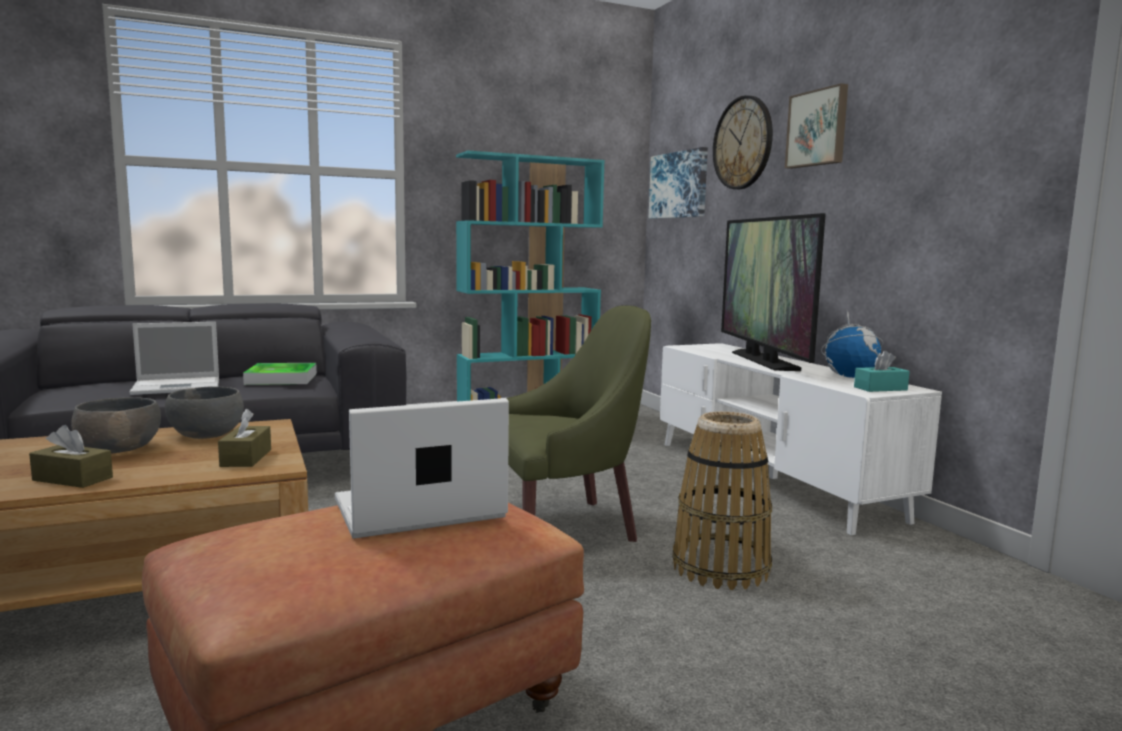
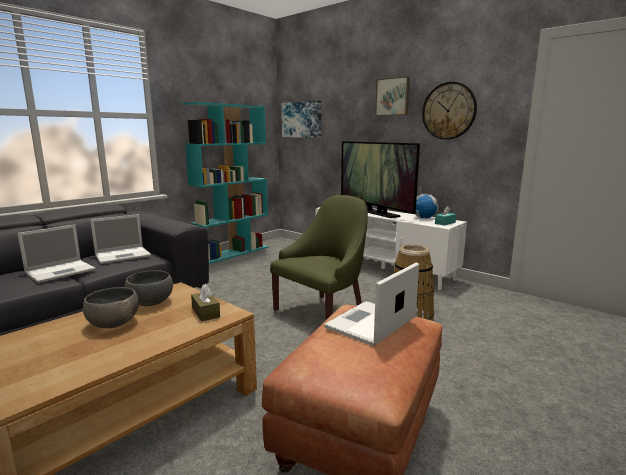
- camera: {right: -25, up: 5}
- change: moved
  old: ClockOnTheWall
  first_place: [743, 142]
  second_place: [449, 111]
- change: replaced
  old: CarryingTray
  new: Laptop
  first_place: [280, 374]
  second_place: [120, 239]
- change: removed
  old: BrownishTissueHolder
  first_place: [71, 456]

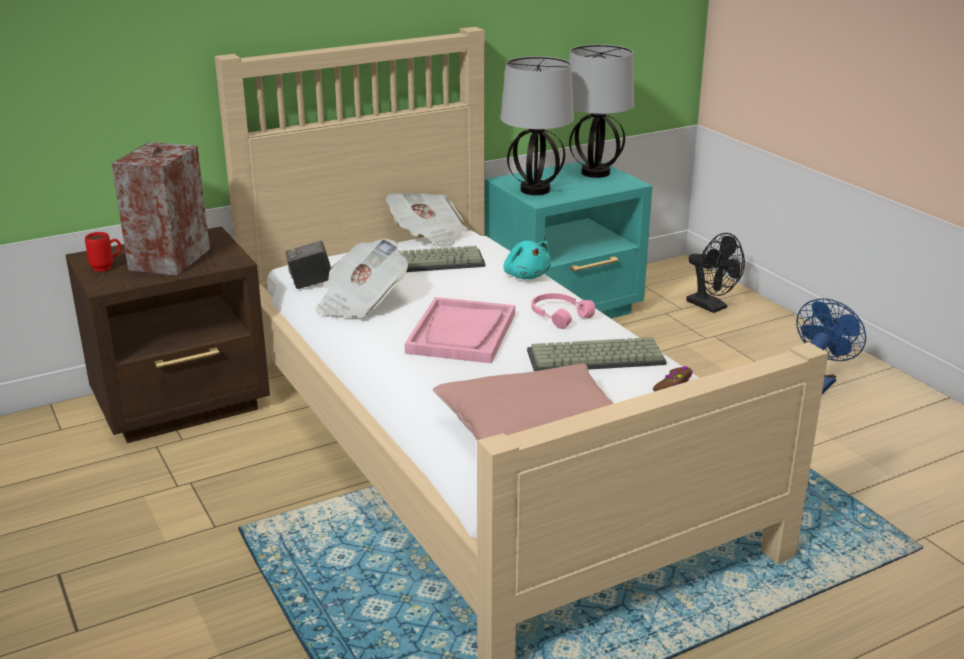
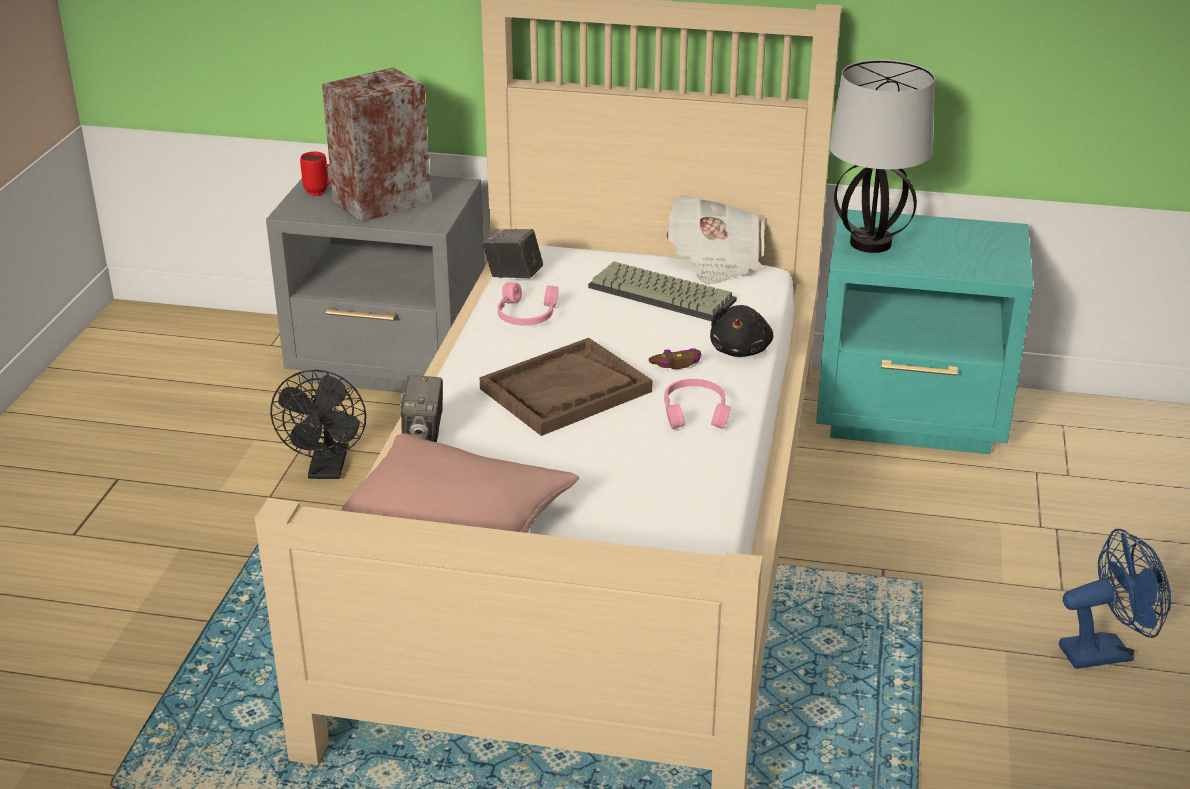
- camera: {right: 40, up: 5}
- change: removed
  old: TabletopLamp
  first_place: [601, 111]
- change: recoloured
  old: BrownishNightTable
  new: GreyNightTable
  first_place: [168, 334]
  second_place: [375, 280]
- change: moved
  old: BlackColouredElectricFan
  first_place: [715, 273]
  second_place: [318, 424]
- change: replaced
  old: Newspaper
  new: PinkColouredHeadset
  first_place: [362, 278]
  second_place: [528, 303]
- change: recoloured
  old: TurquoiseColouredPlushToy
  new: BlackColouredPlushToy
  first_place: [527, 260]
  second_place: [742, 331]
- change: recoloured
  old: PinkColouredCarryingTray
  new: BrownishCarryingTray
  first_place: [460, 330]
  second_place: [566, 387]
- change: removed
  old: Keyboard
  first_place: [597, 354]
- change: moved
  old: BrownishJoypad
  first_place: [673, 378]
  second_place: [675, 358]
- change: added
  new: PhotoCamera
  second_place: [421, 408]

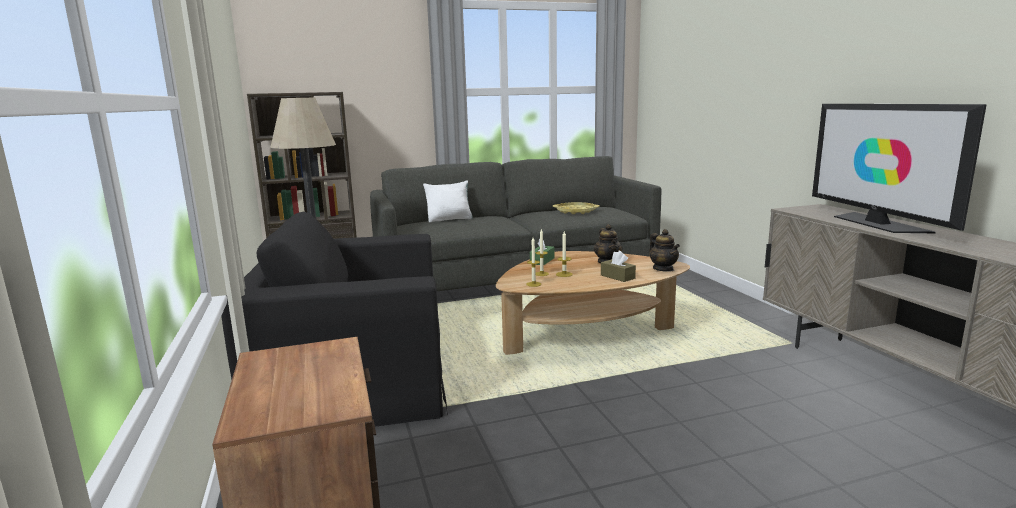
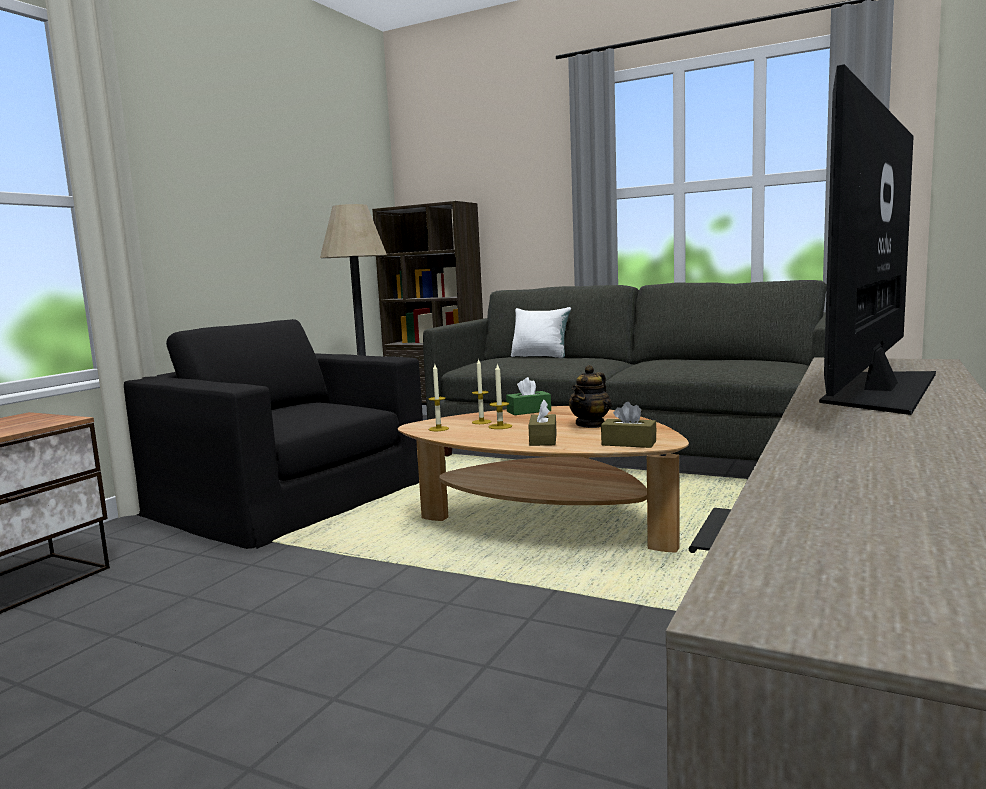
- camera: {right: 45, up: -5}
- change: removed
  old: YellowCarryingTray
  first_place: [576, 208]
- change: replaced
  old: PotForTea
  new: BrownishTissueHolder
  first_place: [664, 250]
  second_place: [629, 425]

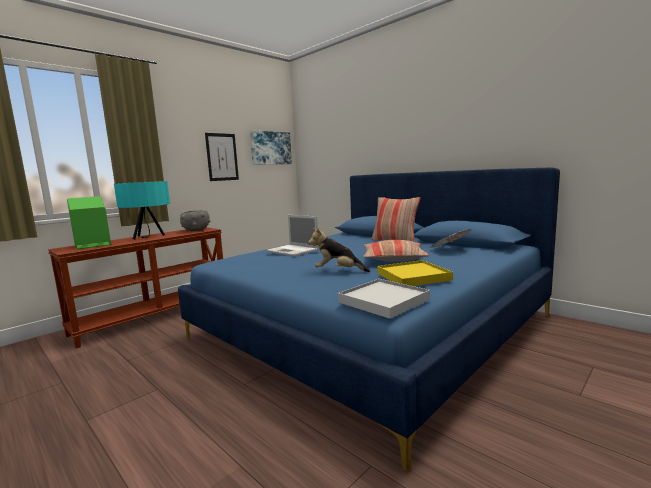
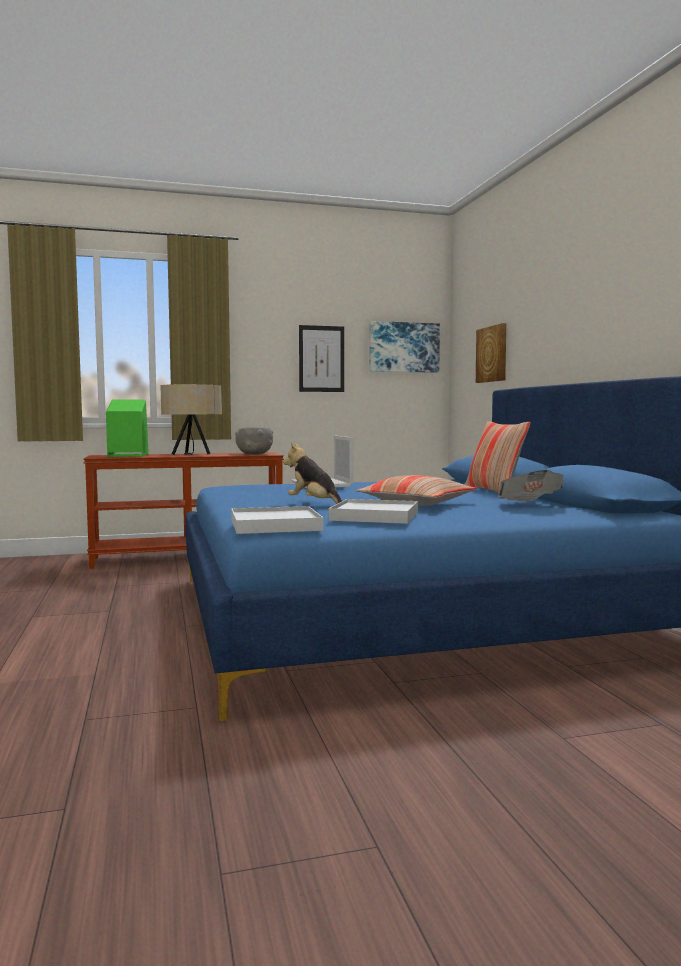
- camera: {right: 30, up: -5}
- change: recoloured
  old: TurquoiseColouredTabletopLamp
  new: BeigeTabletopLamp
  first_place: [142, 210]
  second_place: [191, 419]
- change: recoloured
  old: YellowCarryingTray
  new: WhitishCarryingTray
  first_place: [415, 273]
  second_place: [373, 511]
- change: added
  new: WallPicture
  second_place: [491, 353]

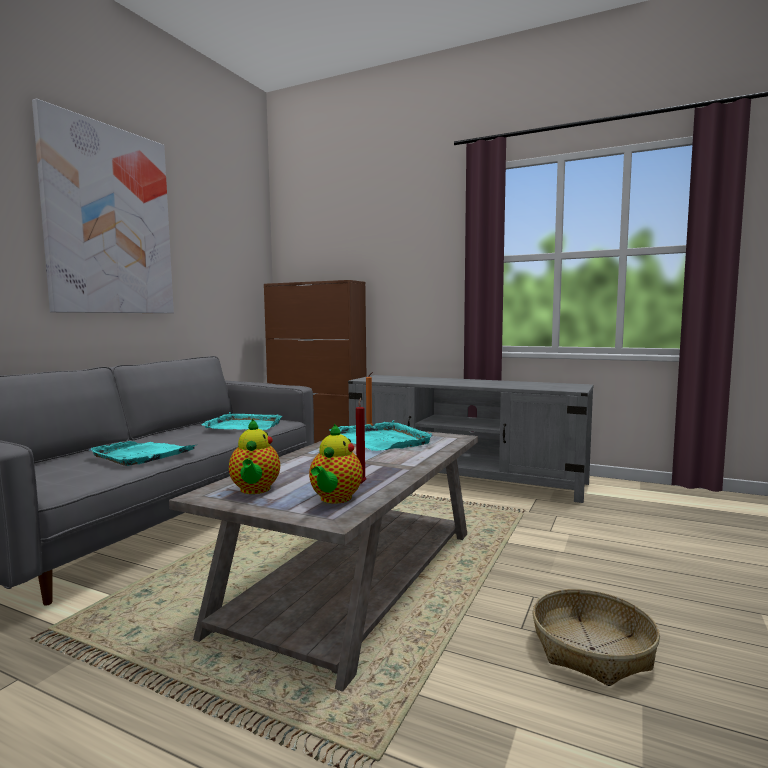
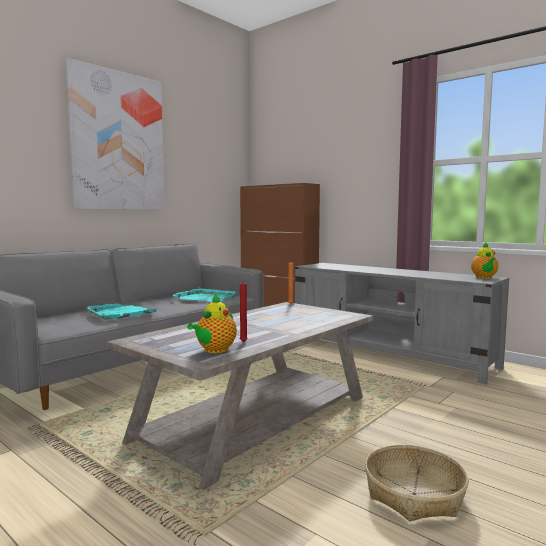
- camera: {right: 15, up: 0}
- change: moved
  old: PotForTea
  first_place: [254, 456]
  second_place: [484, 261]
- change: removed
  old: TurquoiseColouredCarryingTray
  first_place: [381, 435]

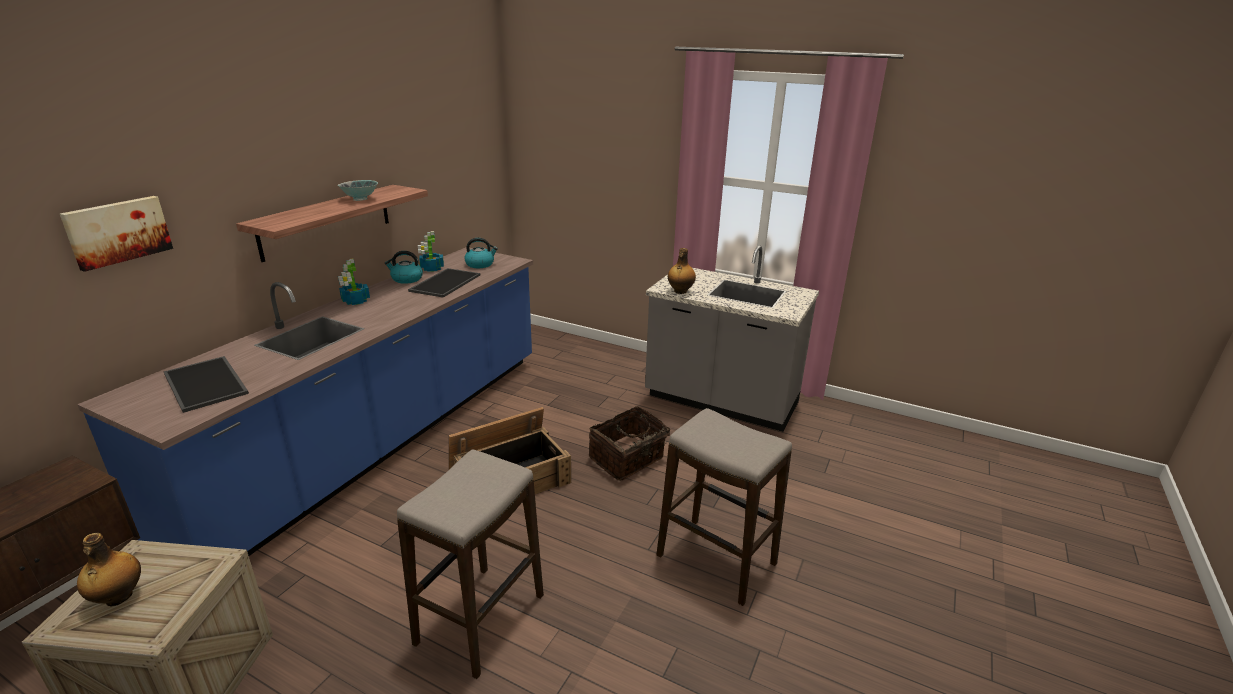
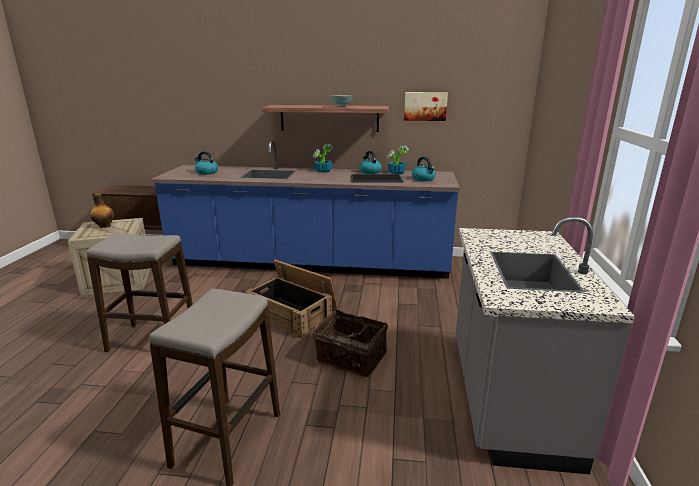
- camera: {right: 70, up: -5}
- change: moved
  old: WallPicture
  first_place: [116, 234]
  second_place: [426, 106]
- change: removed
  old: DrinkBottle
  first_place: [682, 271]
- change: replaced
  old: CarryingTray
  new: WaterKettle
  first_place: [206, 384]
  second_place: [206, 163]

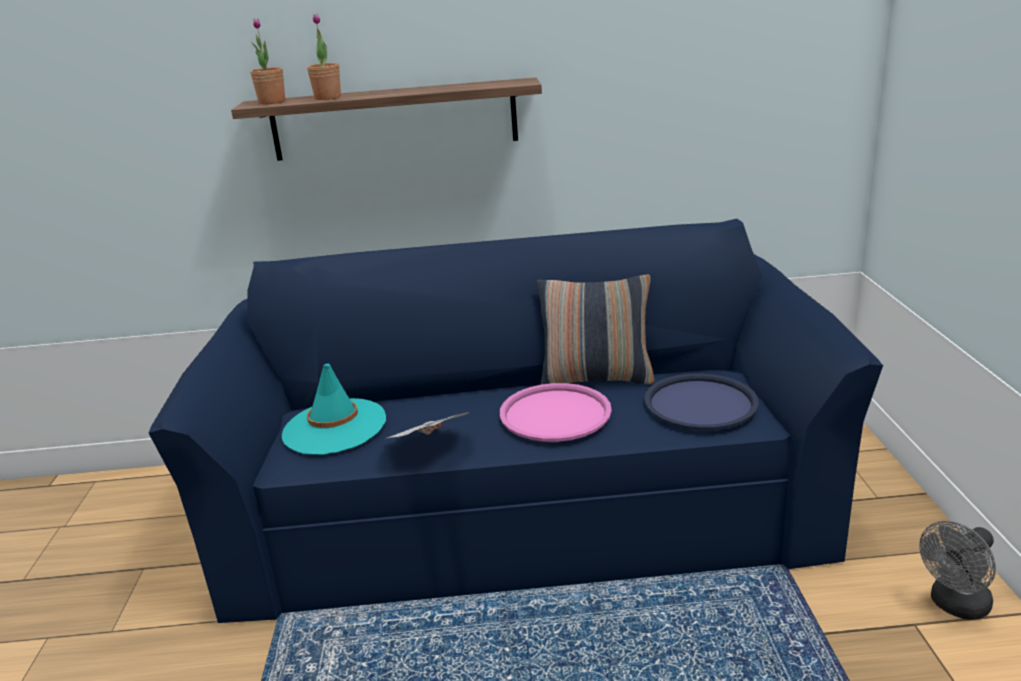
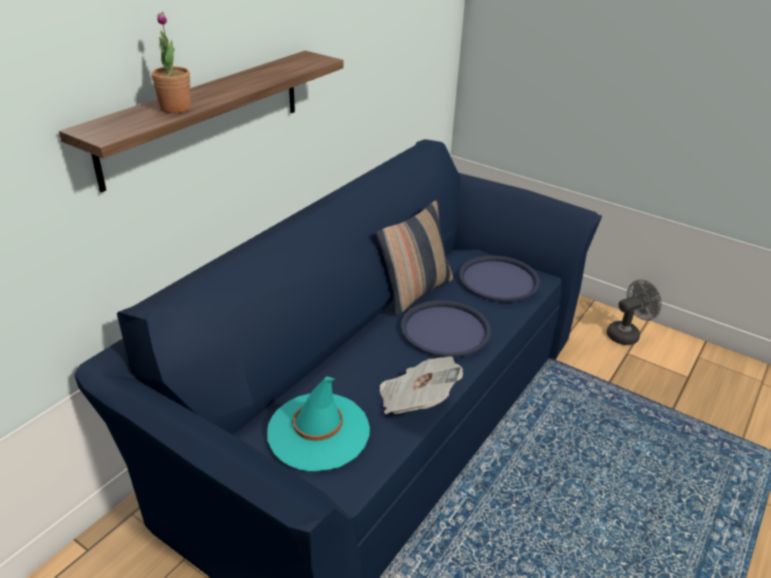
- camera: {right: -55, up: 10}
- change: removed
  old: PottedPlant
  first_place: [267, 61]
- change: recoloured
  old: PinkColouredCarryingTray
  new: BlueCarryingTray
  first_place: [556, 412]
  second_place: [446, 329]
- change: turned
  old: GreyElectricFan
  first_place: [957, 570]
  second_place: [634, 312]
  degrees: -120

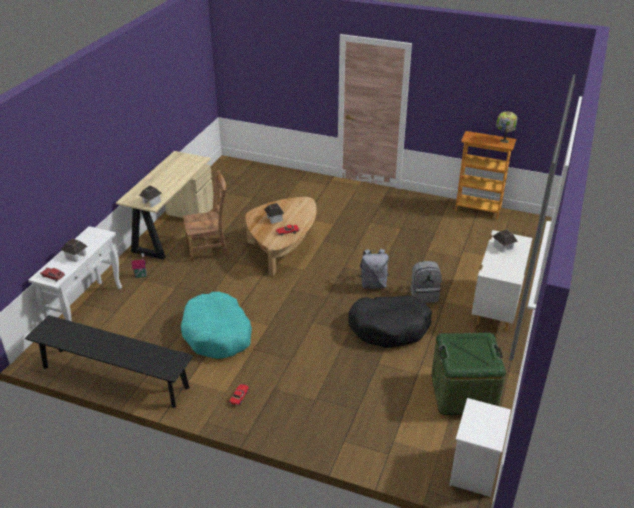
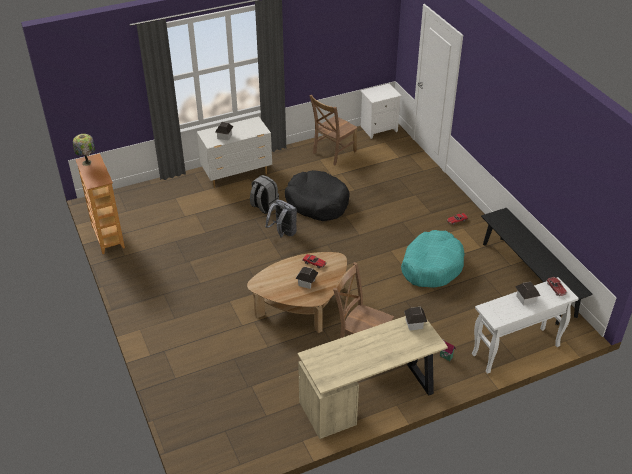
- camera: {right: -135, up: 5}
- change: replaced
  old: GreenStorageBin
  new: BrownishPlainChair
  first_place: [468, 374]
  second_place: [333, 130]

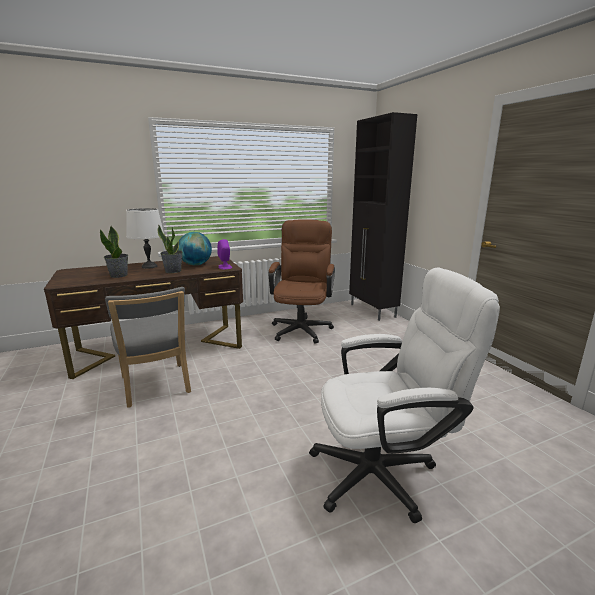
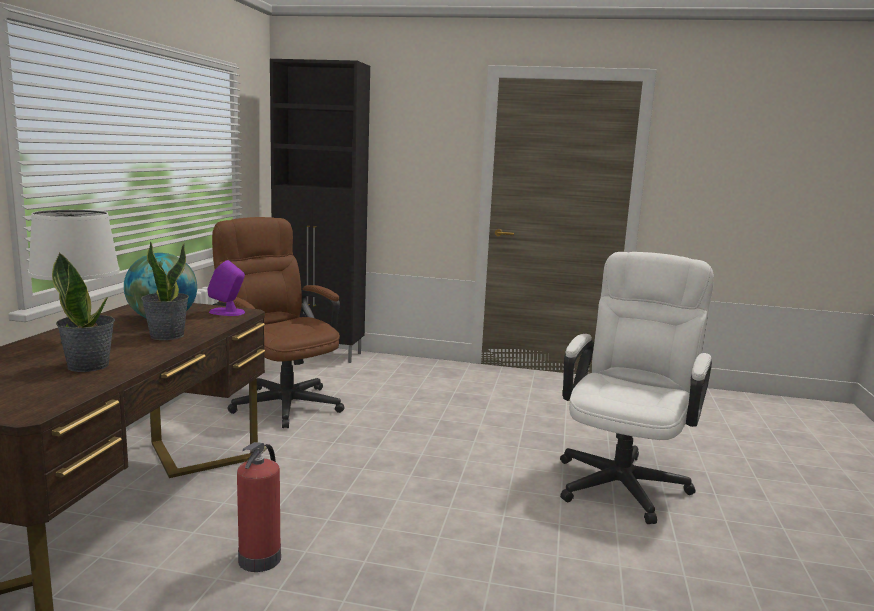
- camera: {right: -55, up: -5}
- change: replaced
  old: GreyPlainChair
  new: FireExtinguisher
  first_place: [148, 347]
  second_place: [259, 507]

